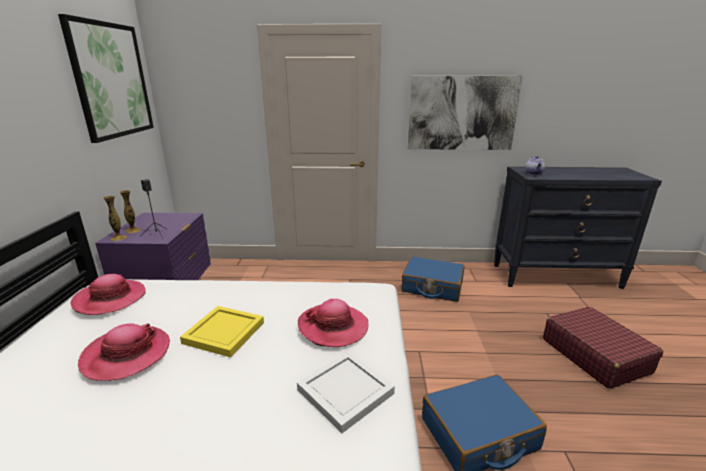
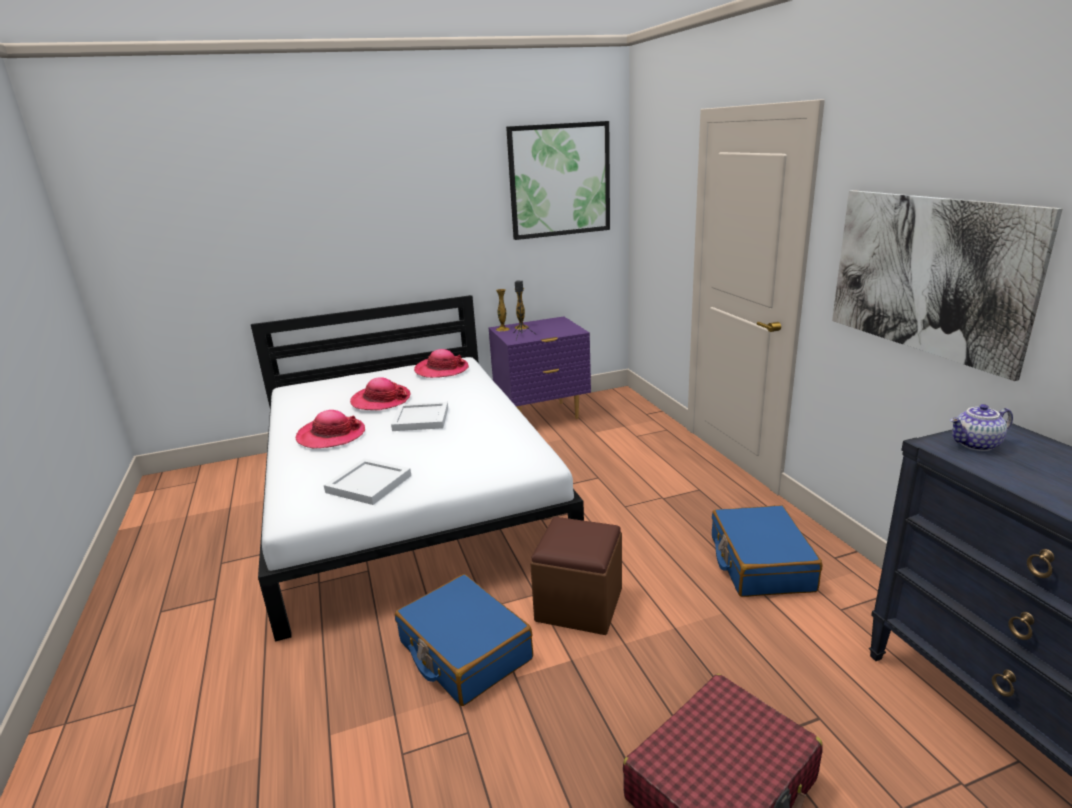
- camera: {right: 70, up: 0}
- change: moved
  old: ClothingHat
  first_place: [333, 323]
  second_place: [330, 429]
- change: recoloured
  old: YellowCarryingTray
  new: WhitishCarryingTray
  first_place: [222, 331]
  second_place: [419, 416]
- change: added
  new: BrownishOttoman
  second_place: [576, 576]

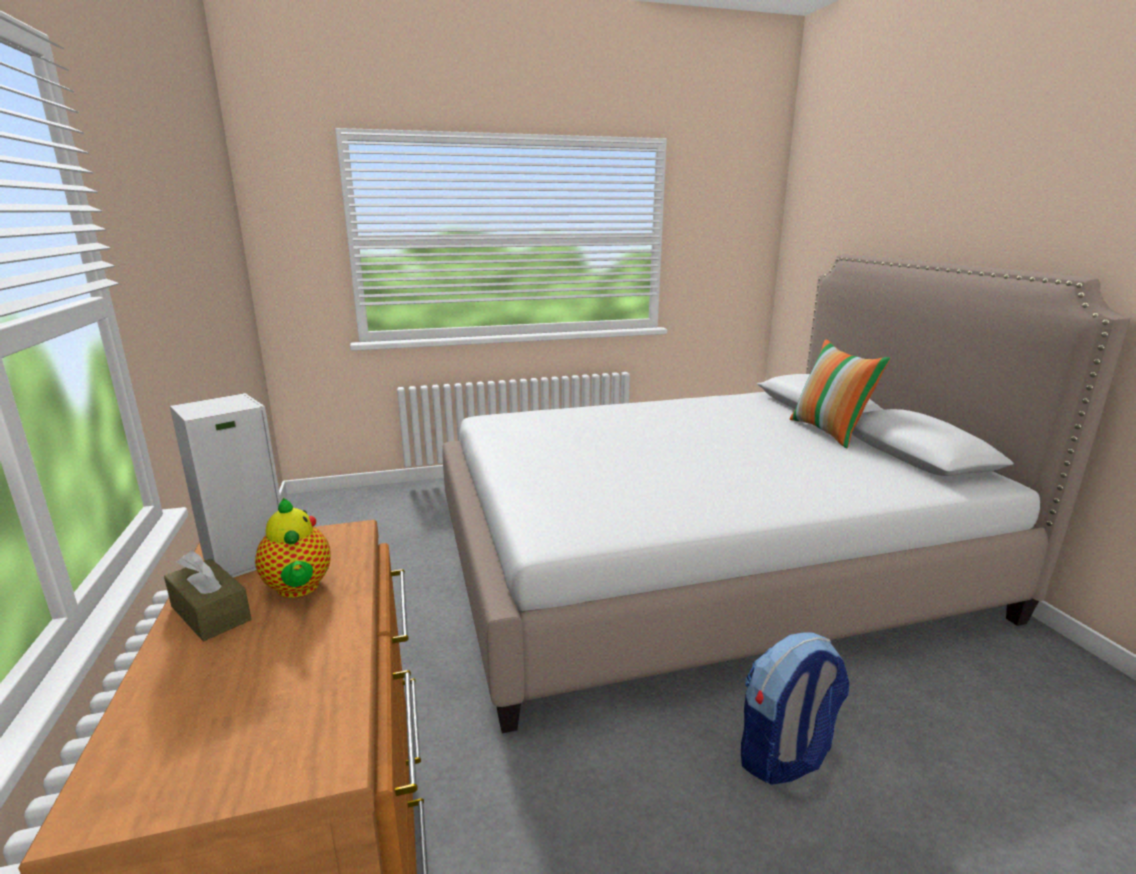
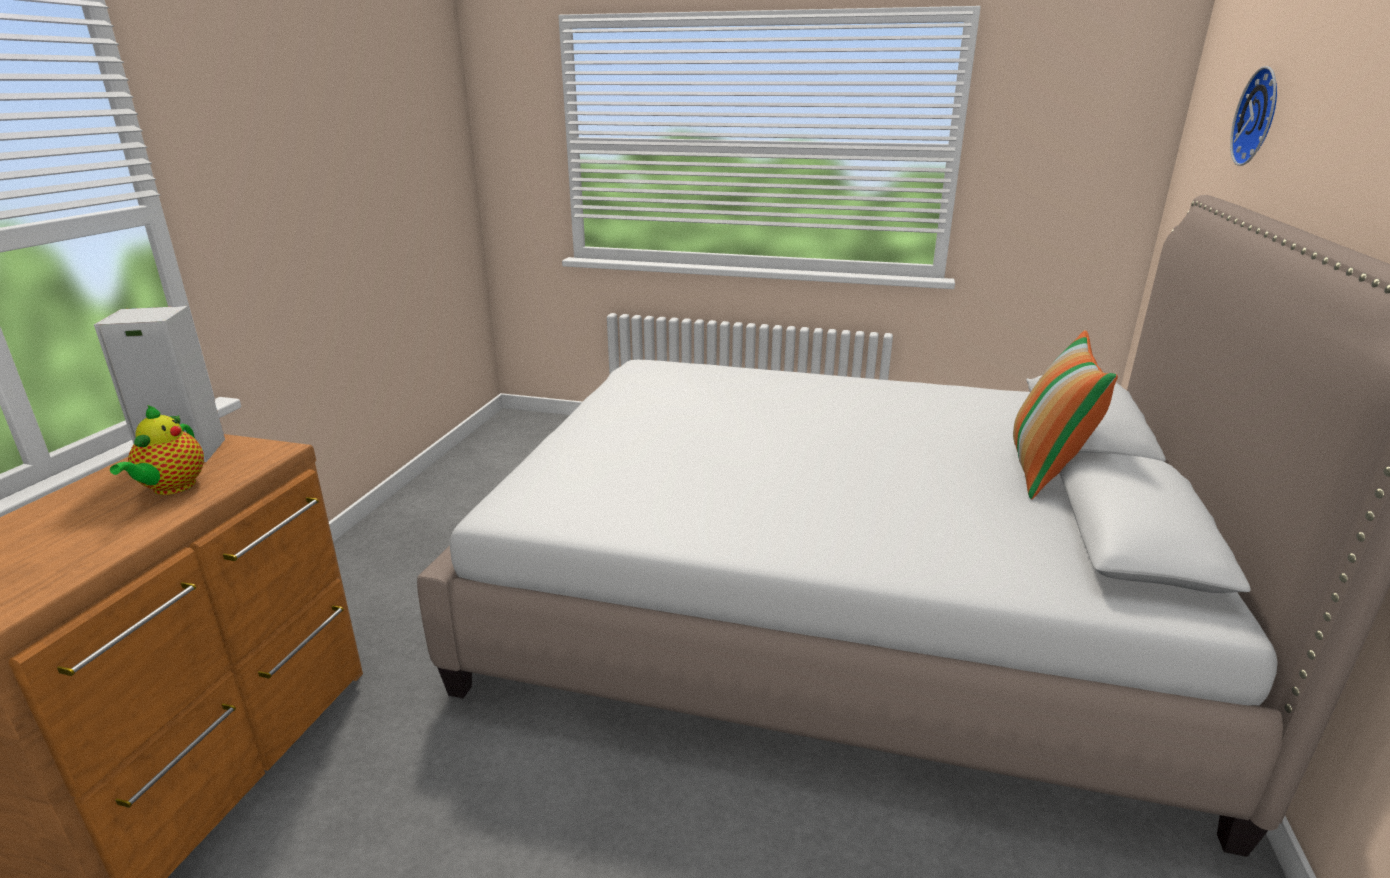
- camera: {right: 30, up: 5}
- change: removed
  old: BrownishTissueHolder
  first_place: [207, 596]
- change: removed
  old: Knapsack
  first_place: [795, 708]
- change: added
  new: ClockOnTheWall
  second_place: [1253, 116]

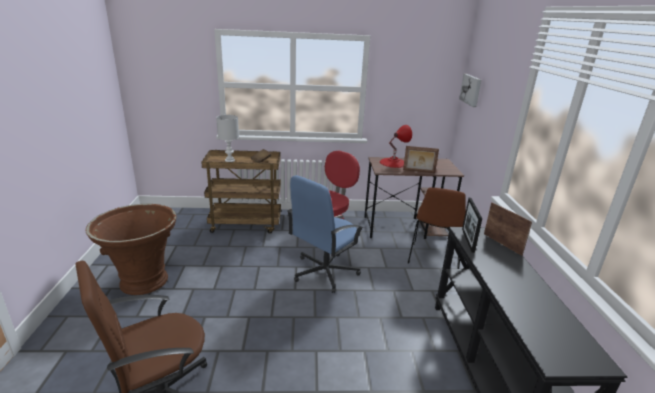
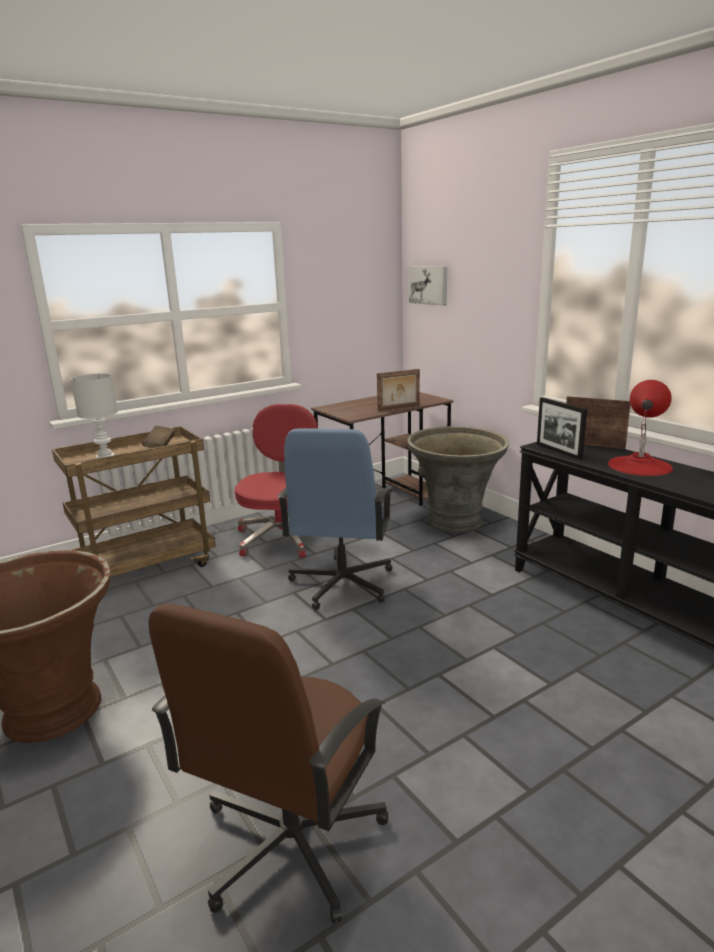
- camera: {right: -30, up: -5}
- change: moved
  old: RedColouredTabletopLamp
  first_place: [396, 146]
  second_place: [640, 428]
- change: replaced
  old: BrownishPlainChair
  new: GreyPlantPot
  first_place: [437, 228]
  second_place: [458, 479]

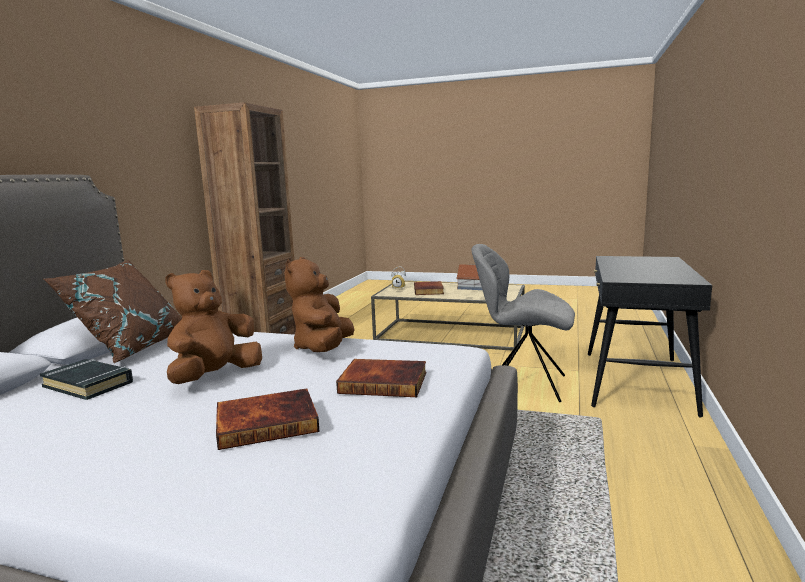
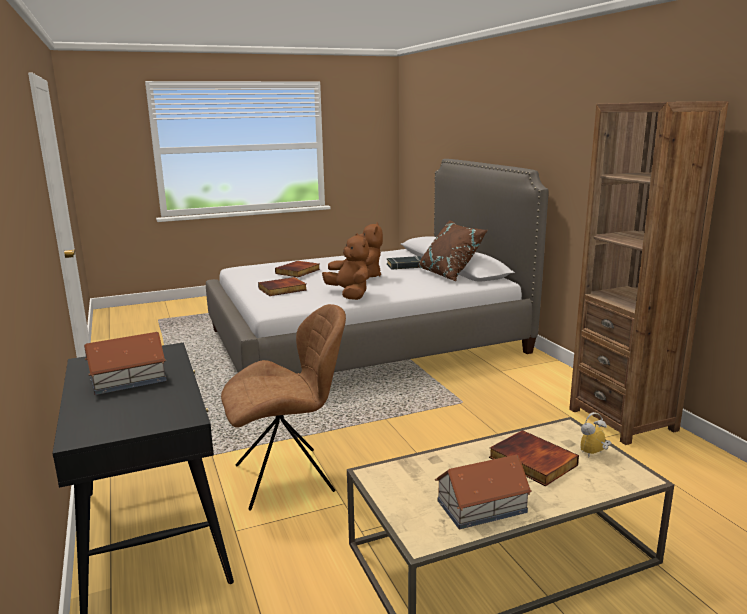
- camera: {right: 140, up: 5}
- change: recoloured
  old: GreyPlainChair
  new: BrownishPlainChair
  first_place: [523, 323]
  second_place: [283, 407]
- change: added
  new: ModelHouse
  second_place: [125, 363]

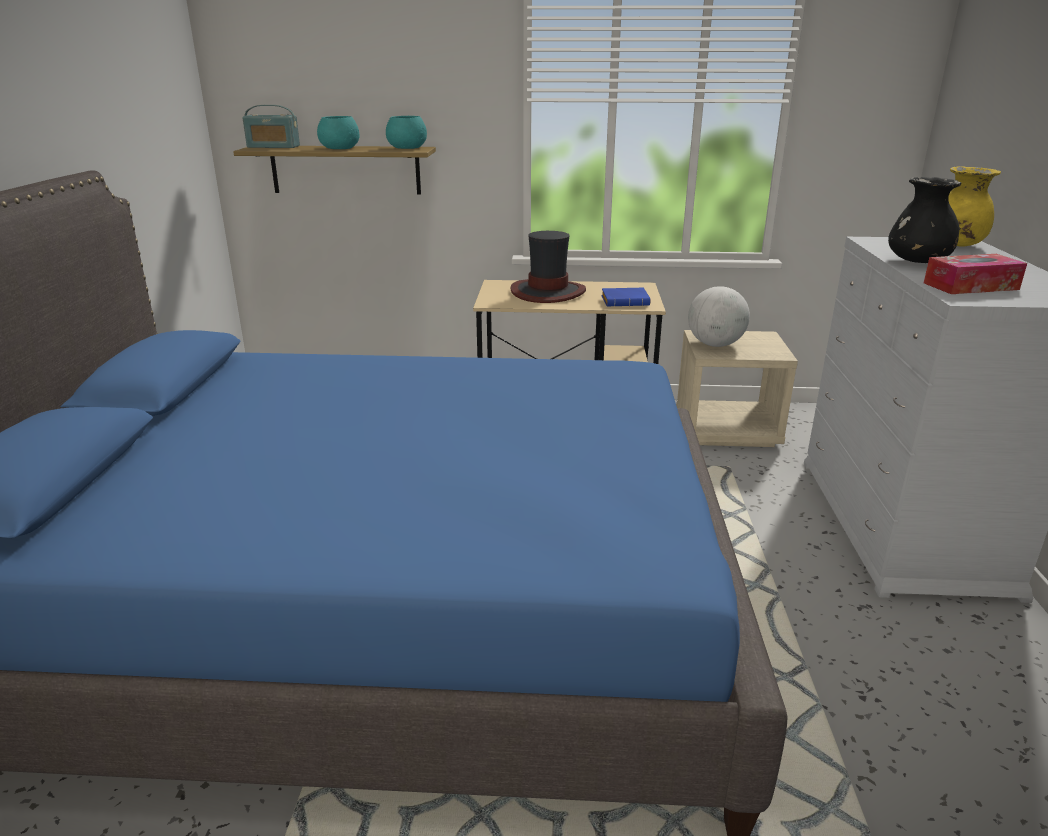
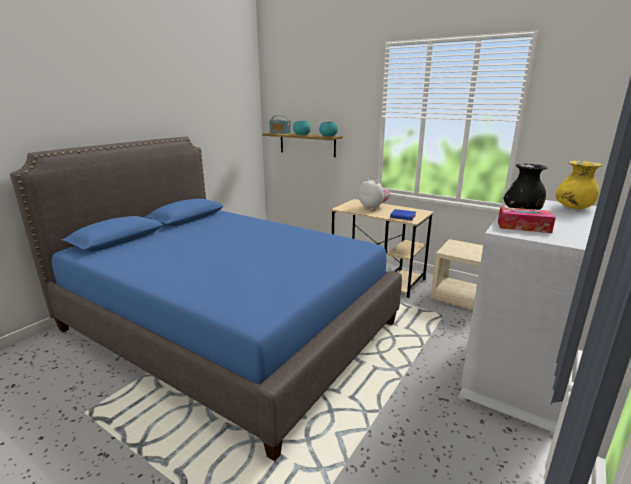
- camera: {right: 30, up: -5}
- change: replaced
  old: ClothingHat
  new: PlushToy
  first_place: [548, 267]
  second_place: [374, 194]
- change: removed
  old: DeskGlobe
  first_place: [719, 316]

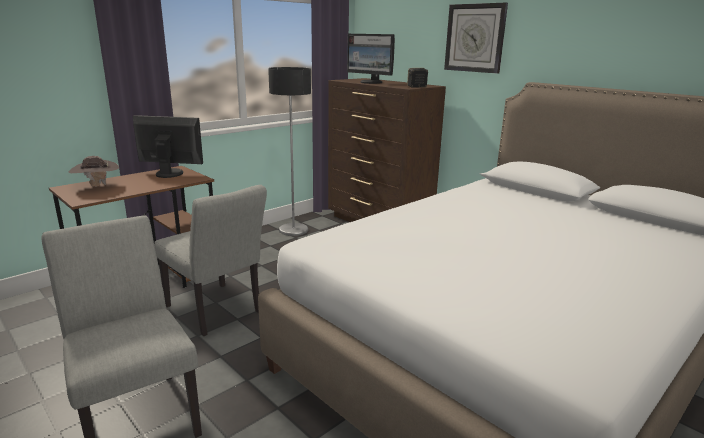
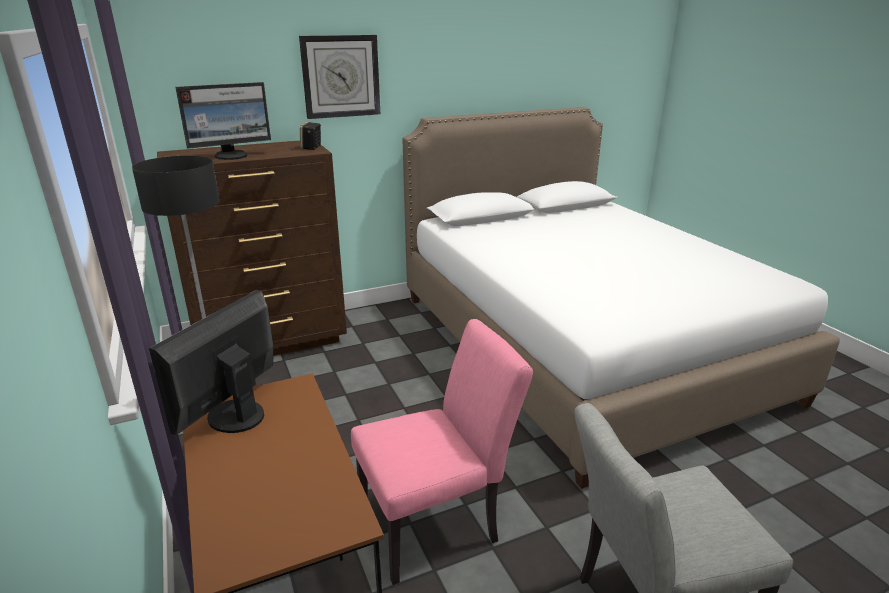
- camera: {right: -70, up: 5}
- change: removed
  old: BrownishClothingHat
  first_place: [93, 171]
- change: recoloured
  old: GreyPlainChair
  new: PinkColouredPlainChair
  first_place: [210, 260]
  second_place: [442, 452]

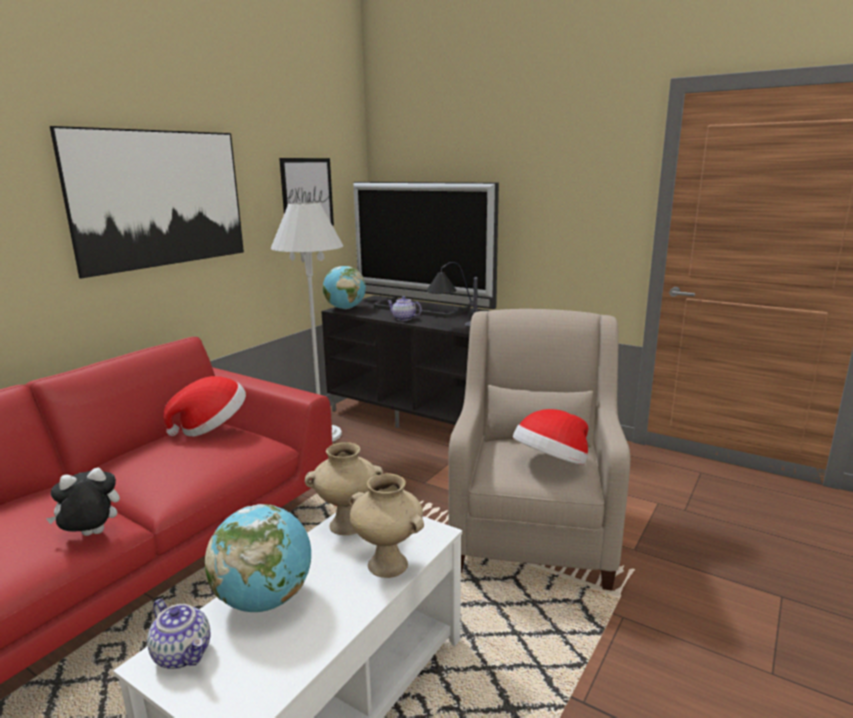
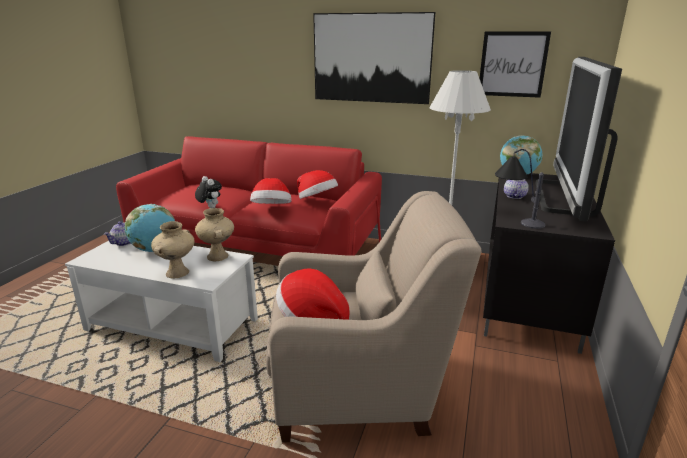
- camera: {right: 75, up: 5}
- change: added
  new: ClothingHat
  second_place: [271, 191]

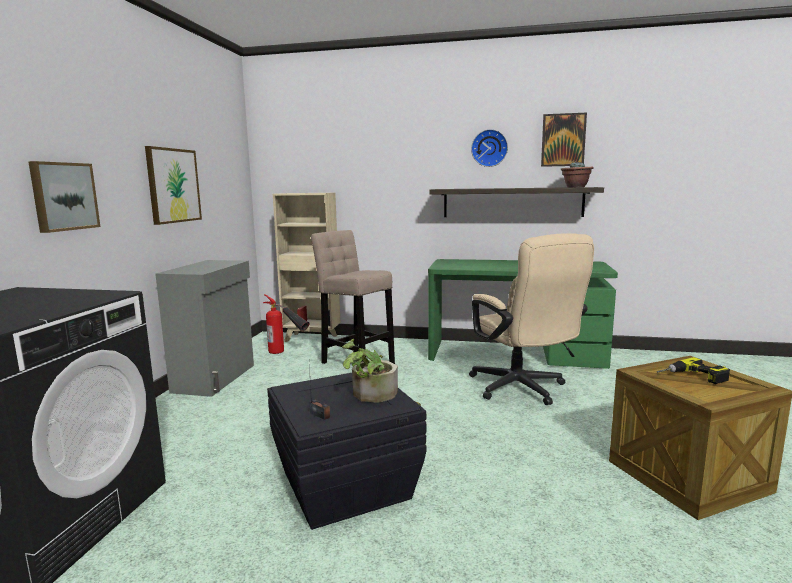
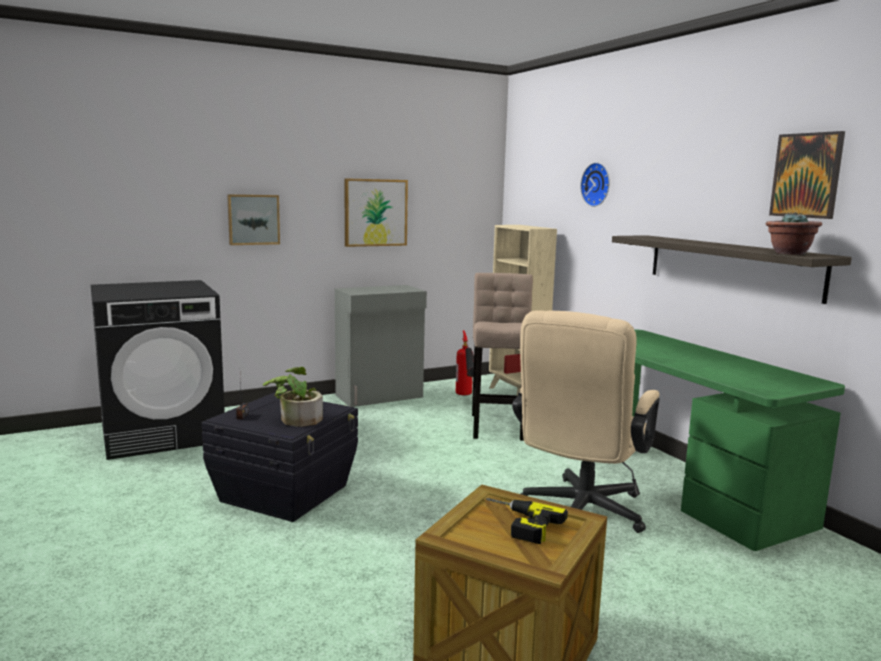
- camera: {right: 50, up: 0}
- change: moved
  old: ClockOnTheWall
  first_place: [489, 148]
  second_place: [595, 184]

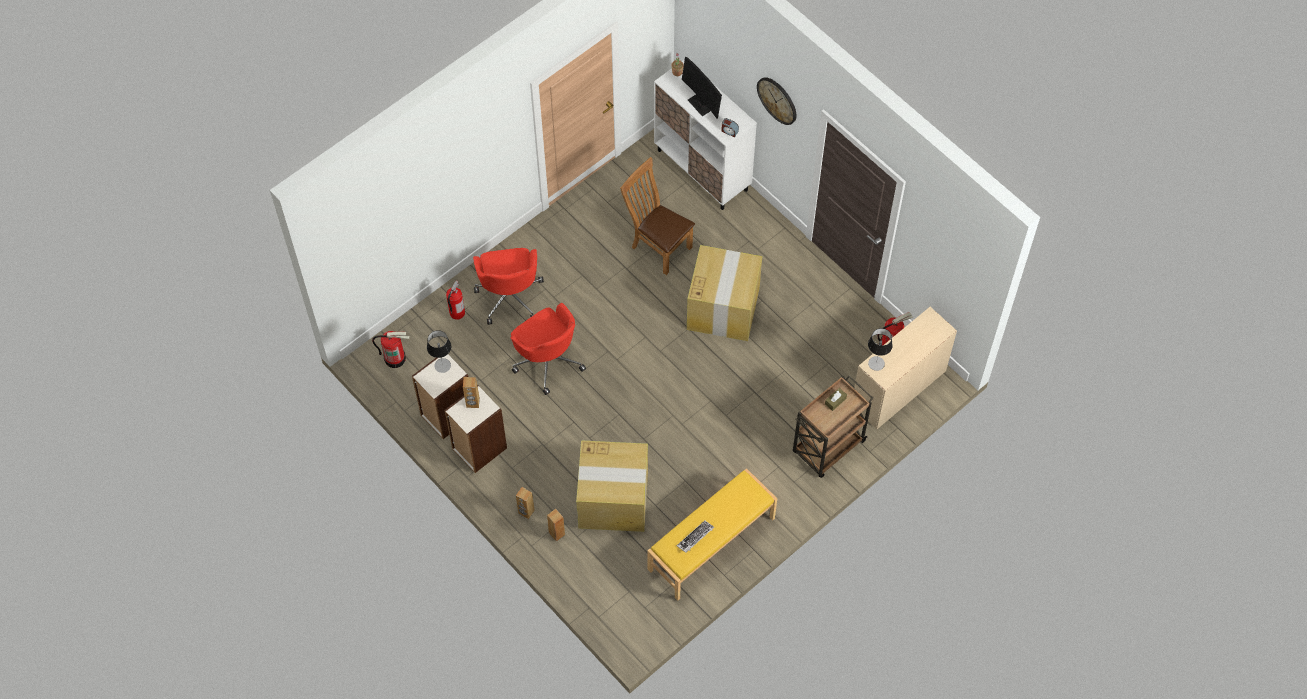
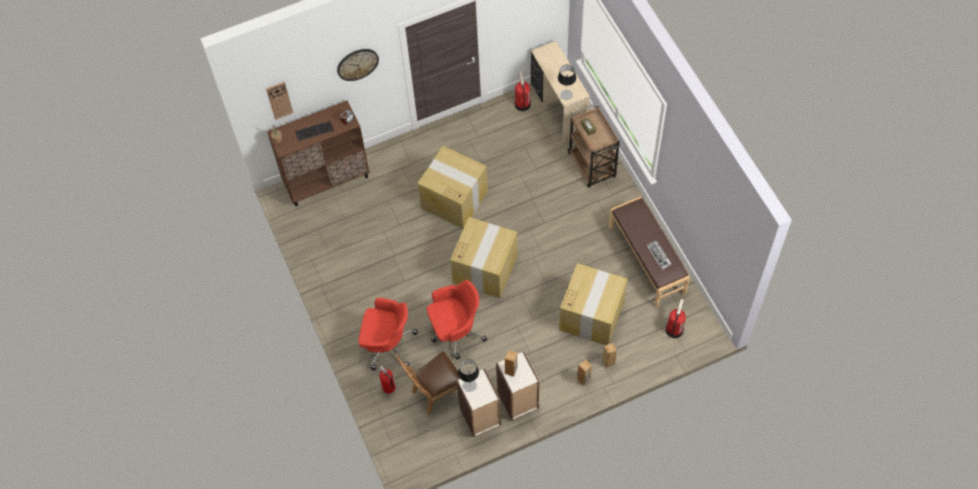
- camera: {right: -70, up: 0}
- change: replaced
  old: ComputerScreen
  new: Keyboard
  first_place: [702, 88]
  second_place: [314, 131]
- change: recoloured
  old: WhitishCupboard
  new: BrownishCupboard
  first_place: [705, 134]
  second_place: [318, 153]
- change: moved
  old: BrownishPlainChair
  first_place: [657, 216]
  second_place: [428, 383]
- change: moved
  old: FireExtinguisher
  first_place: [390, 349]
  second_place: [676, 318]
- change: recoloured
  old: YellowBench
  new: BrownishBench
  first_place: [712, 534]
  second_place: [649, 252]
- change: added
  new: ClockOnTheWall
  second_place: [279, 101]
- change: added
  new: PackingBox
  second_place: [484, 257]

